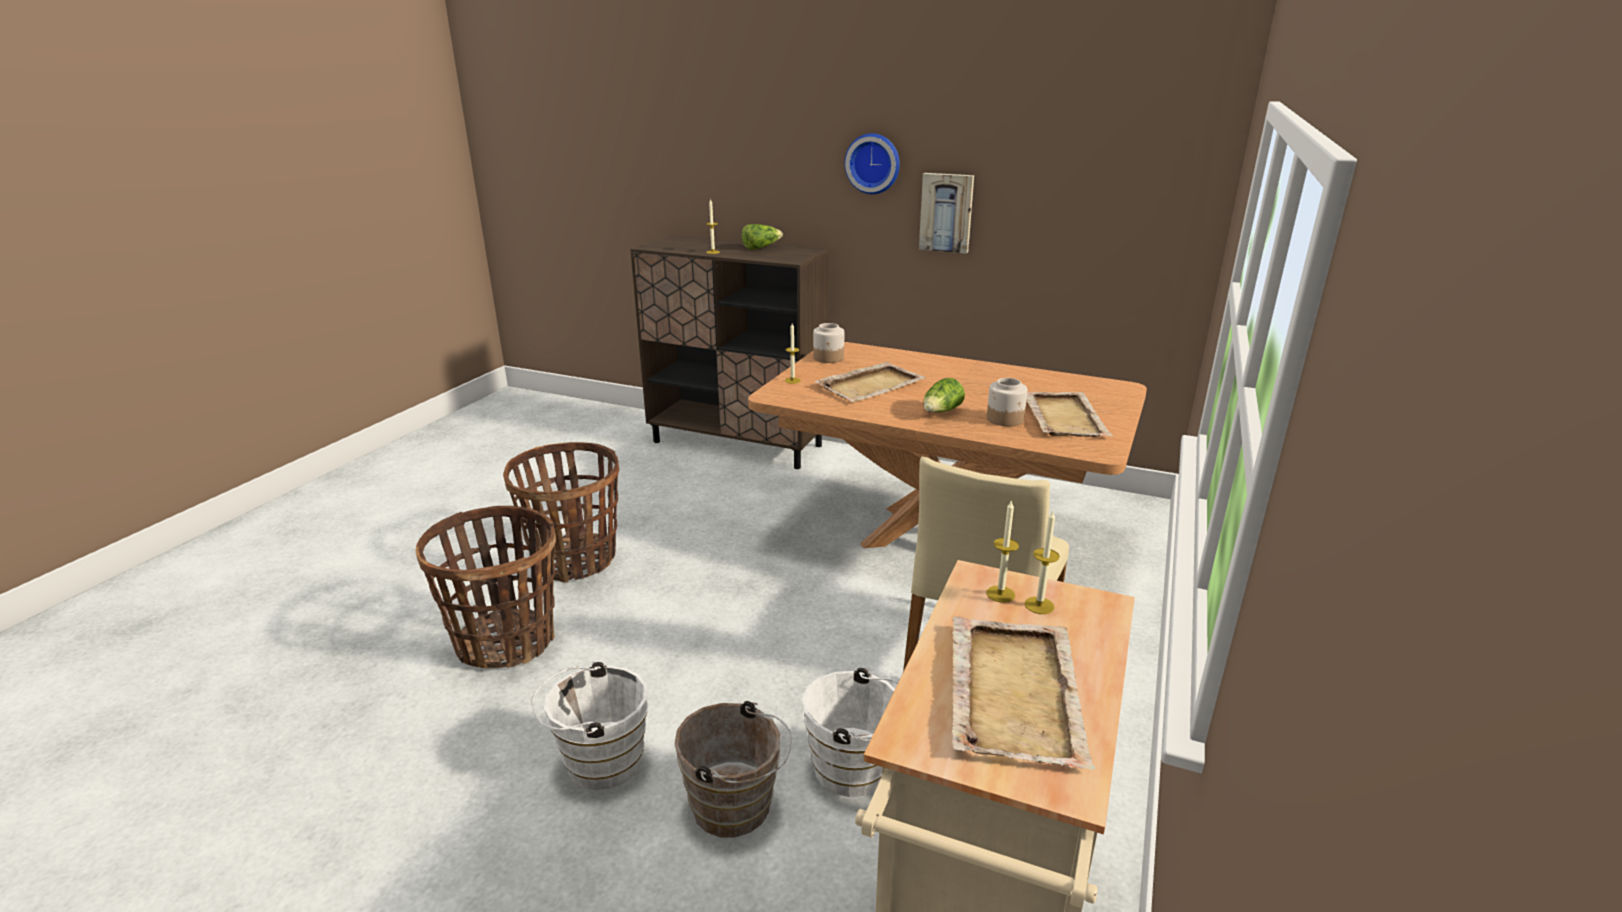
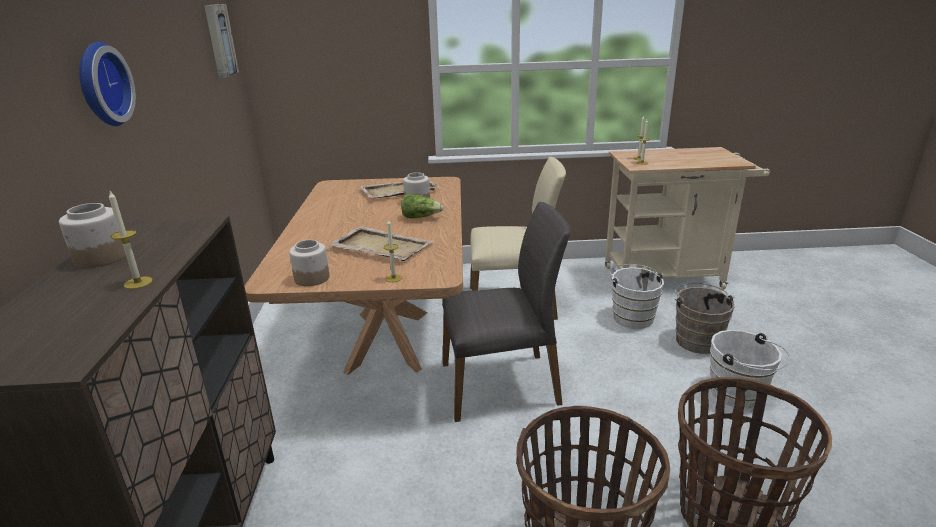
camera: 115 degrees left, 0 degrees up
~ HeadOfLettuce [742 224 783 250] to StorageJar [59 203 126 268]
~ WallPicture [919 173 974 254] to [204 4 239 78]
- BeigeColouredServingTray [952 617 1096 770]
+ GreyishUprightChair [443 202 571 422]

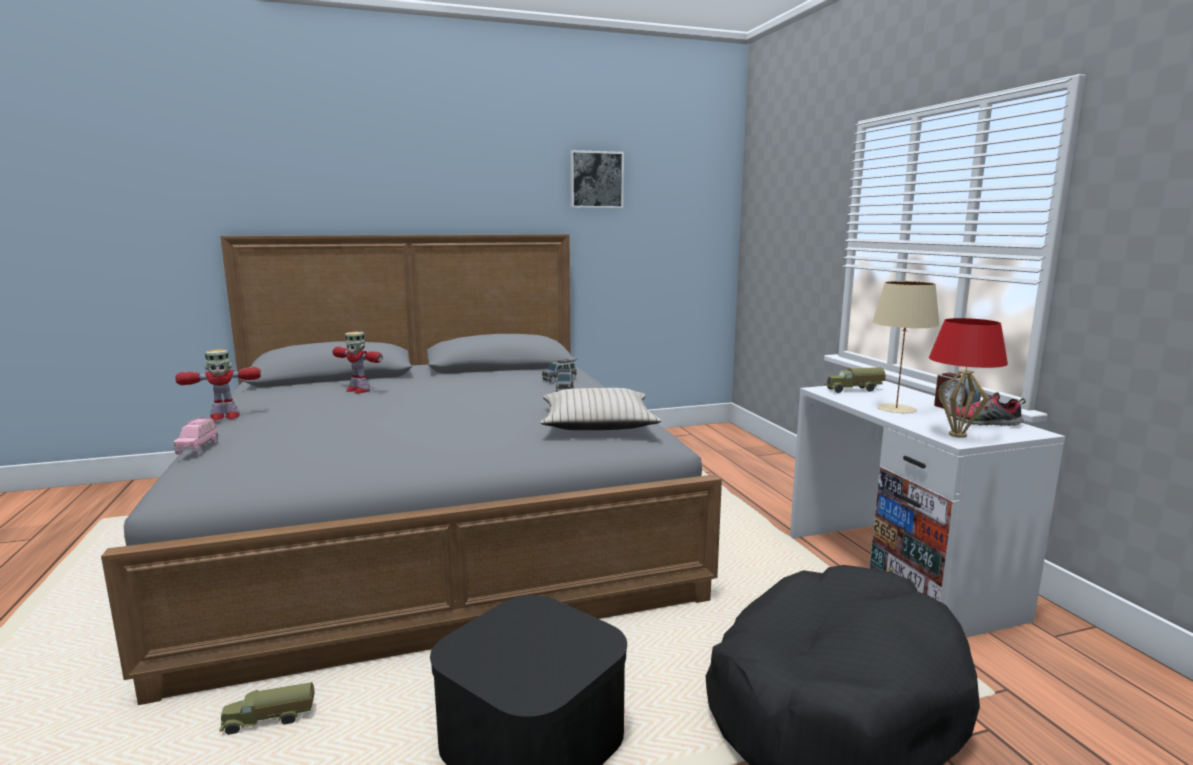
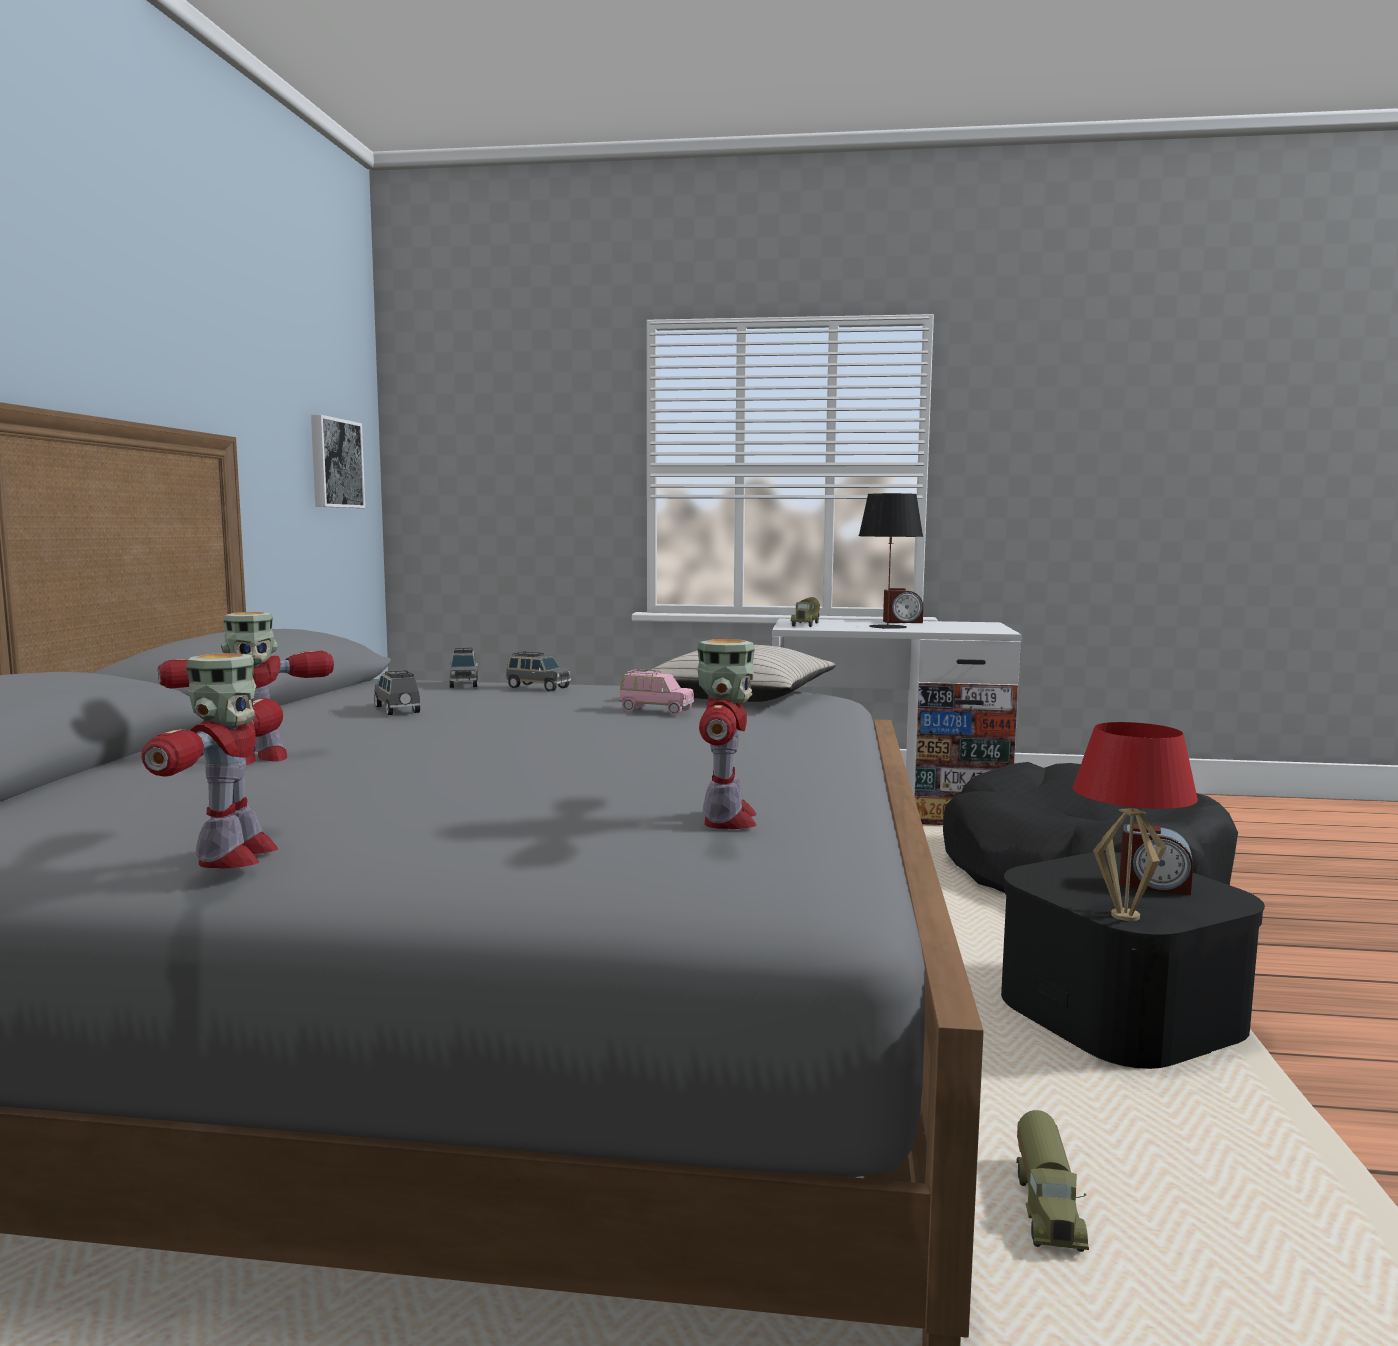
camera: 65 degrees left, 5 degrees down
~ PinkishMiniatureCar [174 417 218 455] to [619 669 694 715]
~ WallPicture [570 150 624 208] to [311 415 365 508]
~ BeigeColouredLampForATable [872 281 940 414] to BlackLampForATable [859 493 923 629]
~ RedColouredLampForATable [929 318 1008 438] to [1073 722 1198 921]
- ItemOfFootwear [949 392 1026 426]
+ GreyishMiniatureCar [374 670 420 715]
+ RobotFigure [698 639 757 829]
+ AlarmClock [1119 824 1193 896]

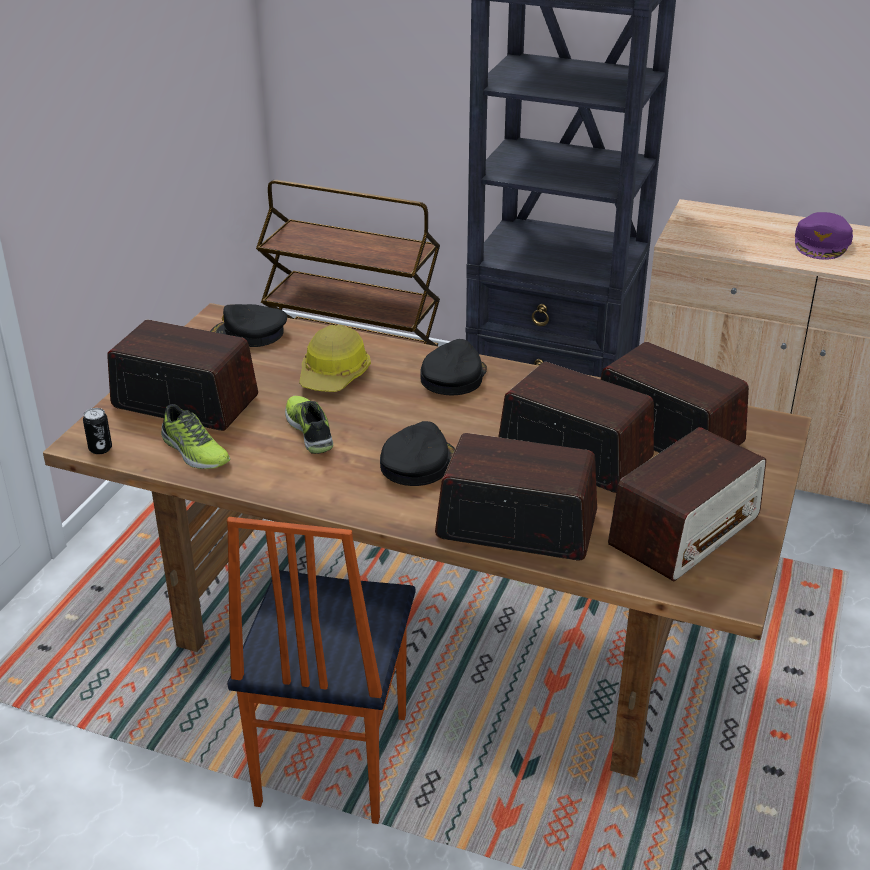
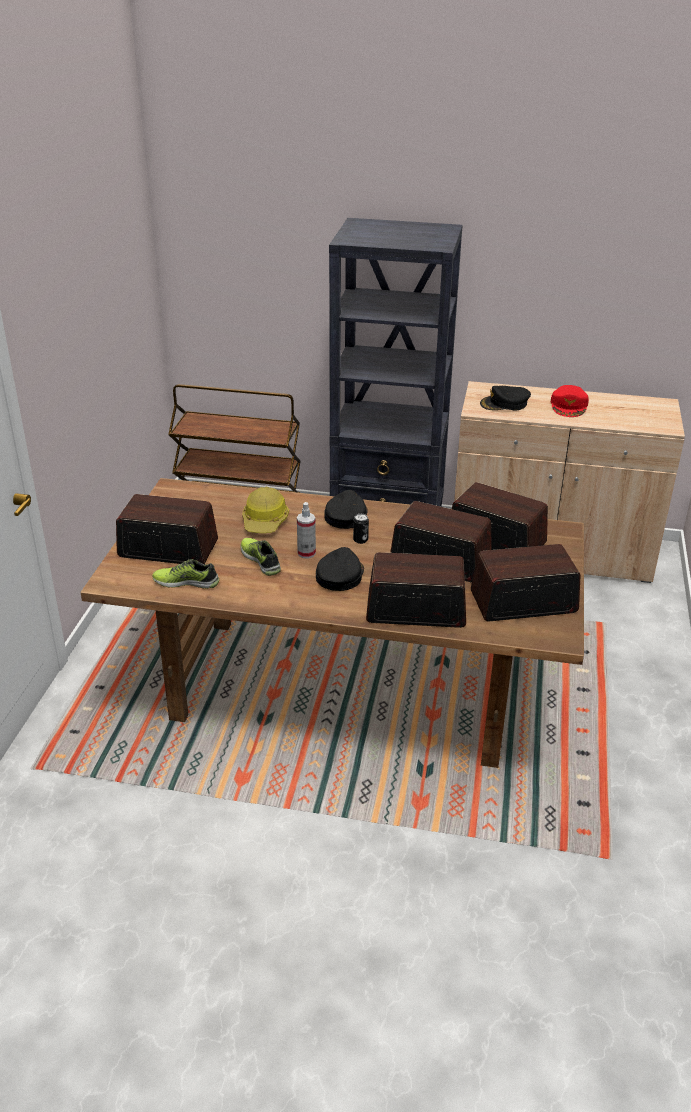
camera: 10 degrees left, 0 degrees up
~ SealedCan [83 408 112 454] to [353 514 369 544]
~ ItemOfFootwear [161 404 230 469] = [152 559 219 589] 150 degrees clockwise
~ BlackCap [210 304 287 347] to [480 386 531 410]
- UprightChair [227 517 415 824]
~ RadioSet [608 427 766 582] = [471 544 580 622] 135 degrees counterclockwise
~ PurpleColouredCap [795 212 853 260] to RedColouredCap [551 385 589 417]
+ HandSprayer [297 502 316 558]

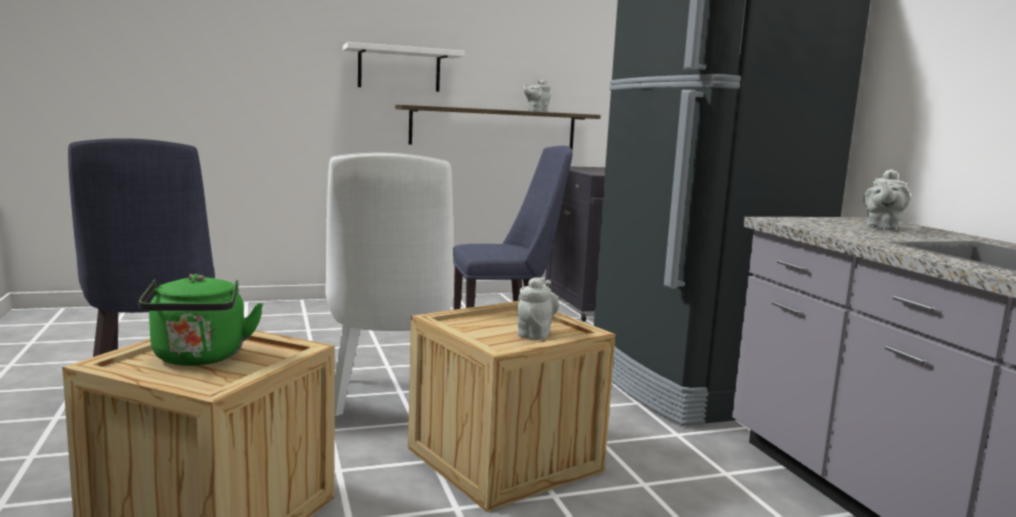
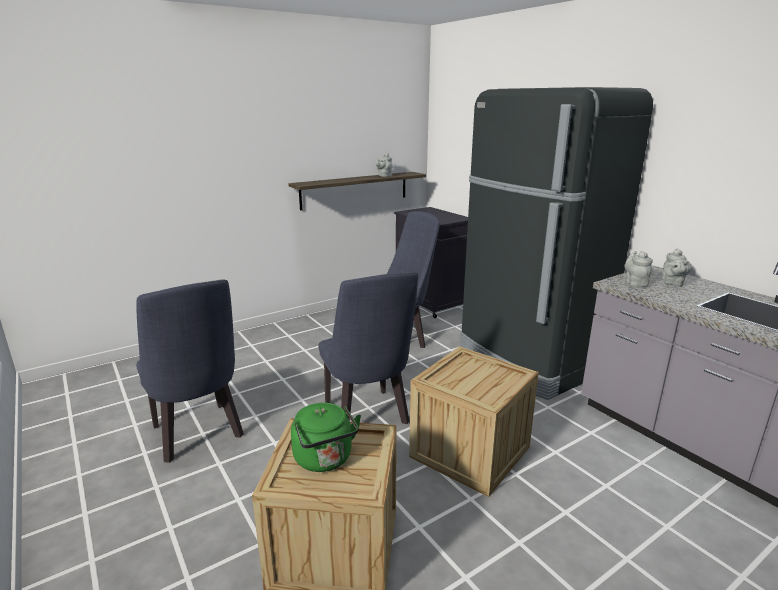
camera: 15 degrees left, 10 degrees up
~ WhitishUprightChair [325 153 454 416] to BluishUprightChair [318 272 418 424]
- WhitishShelf [343 42 465 92]
~ GreyishTeaPot [517 277 559 340] to [624 251 653 287]

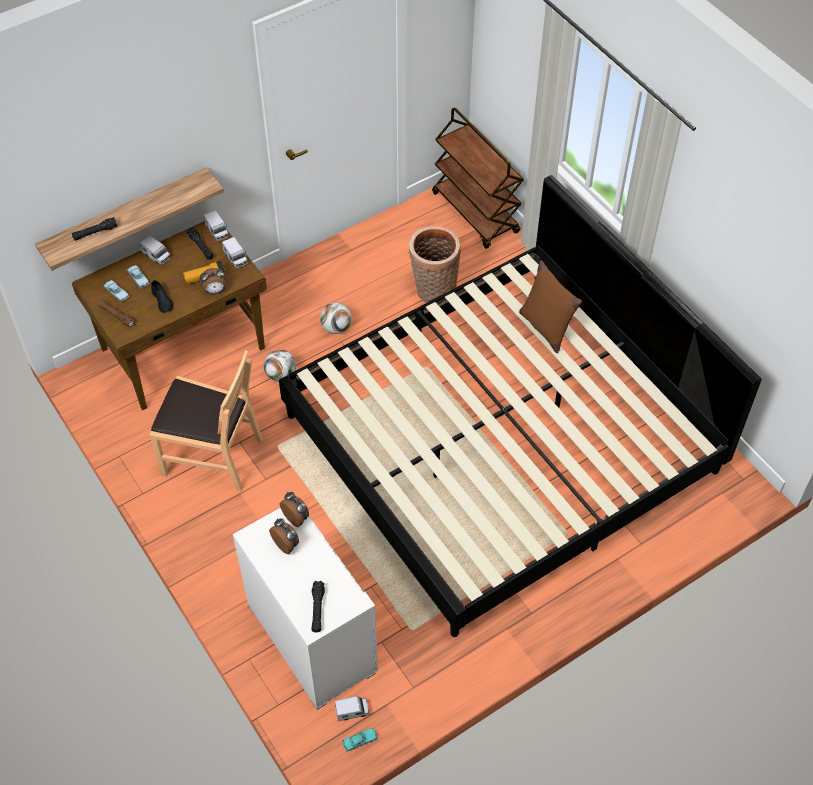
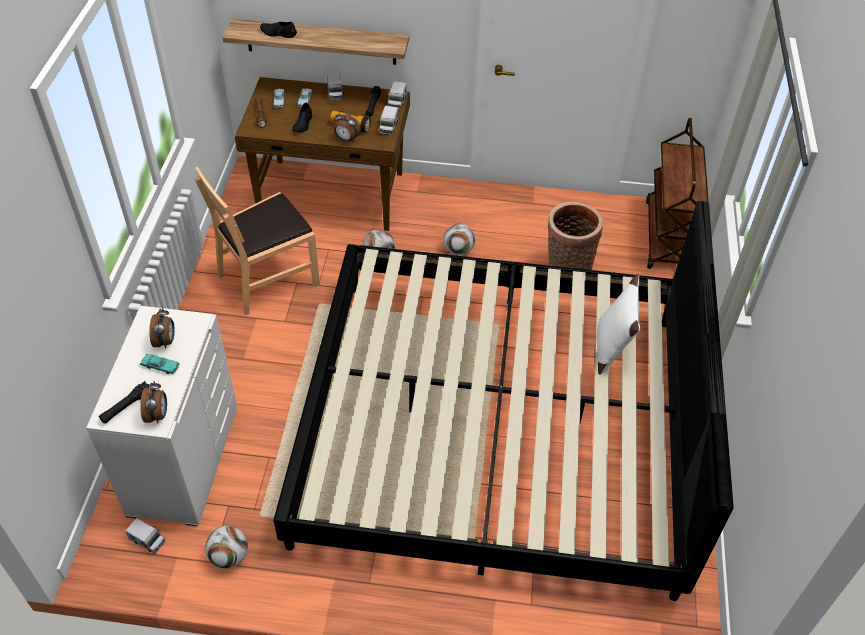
camera: 40 degrees right, 5 degrees down
~ BlackTorch [72 217 117 241] to BlackItemOfFootwear [260 22 297 38]
~ BrownColouredUprightChair [150 350 263 491] = [195 166 320 315] 90 degrees clockwise
~ AlarmClock [280 492 309 527] to [140 381 167 423]
~ TurquoiseColouredMiniatureCar [342 728 378 752] to [140 354 180 374]
~ BrownColouredThrowPillow [519 260 582 353] to WhitishThrowPillow [597 274 641 375]
+ BallForFootball [205 526 248 569]

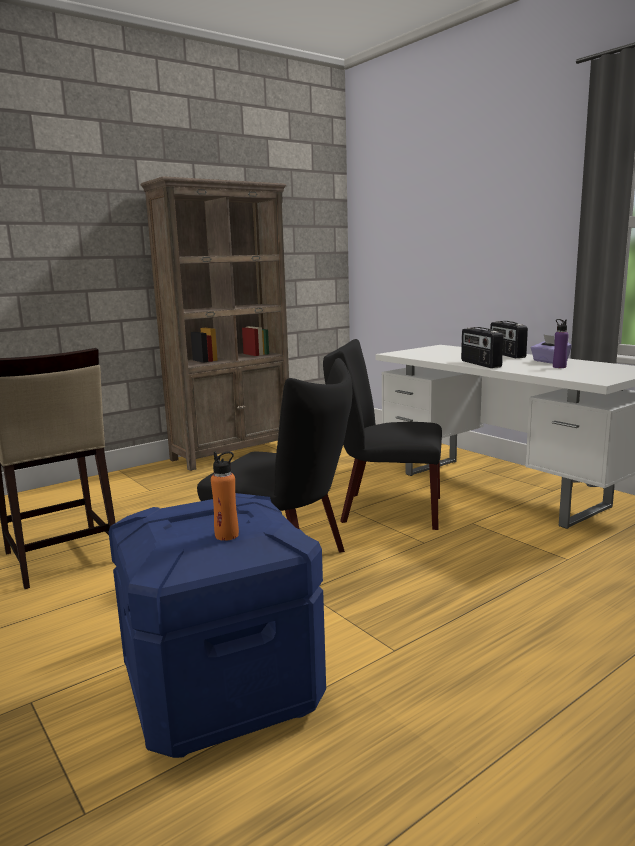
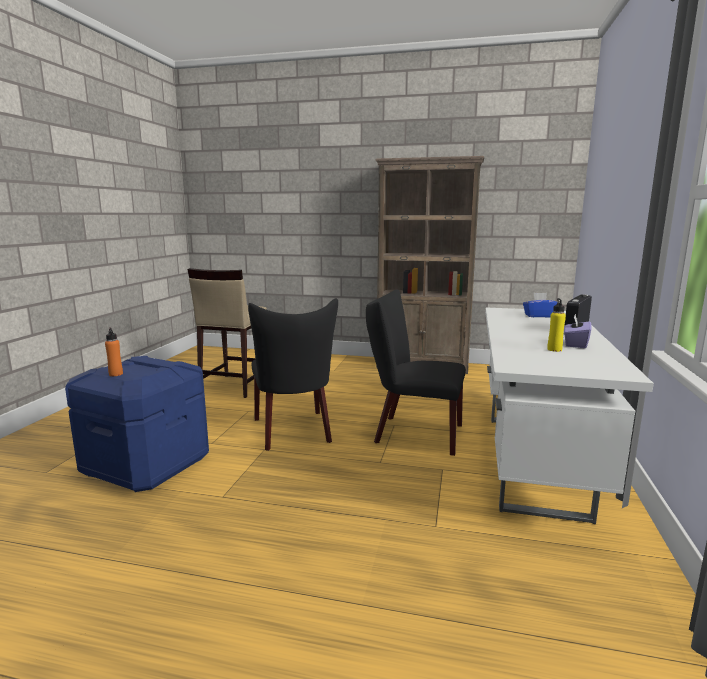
camera: 50 degrees right, 0 degrees up
~ BlackUprightChair [323 339 442 530] = [366 289 466 456] 45 degrees counterclockwise
- RadioSet [461 327 503 368]
~ PurpleColouredBottle [553 319 569 368] to YellowColouredBottle [547 298 566 352]
+ BluishTissueBox [523 293 557 317]

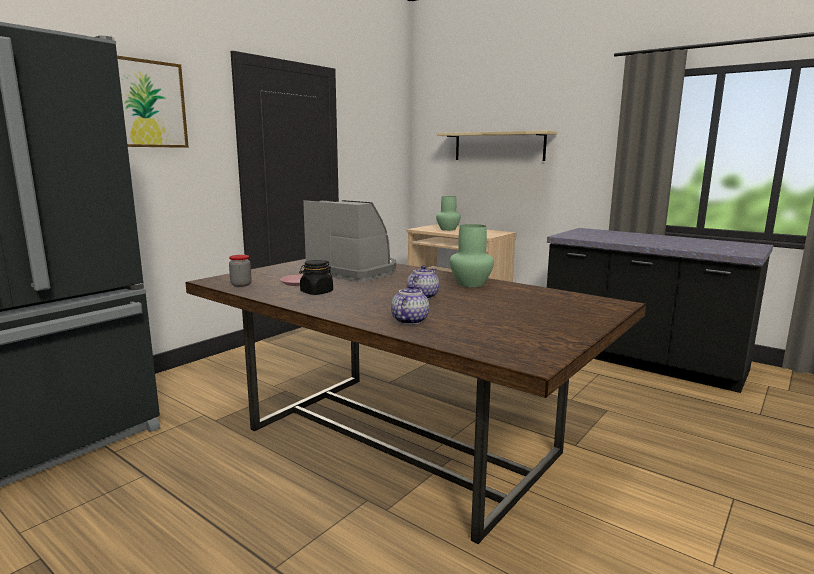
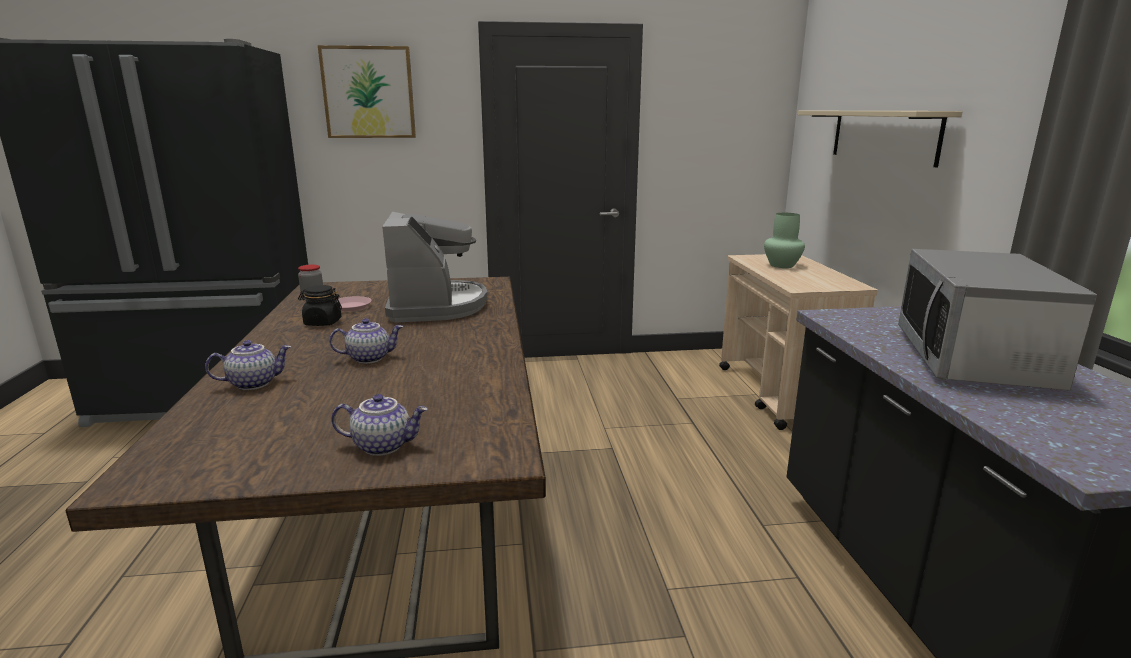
camera: 45 degrees right, 5 degrees up
- GreenishVase [449 224 494 287]
+ TeaPot [331 394 428 456]
+ MicrowaveOven [898 249 1097 390]

